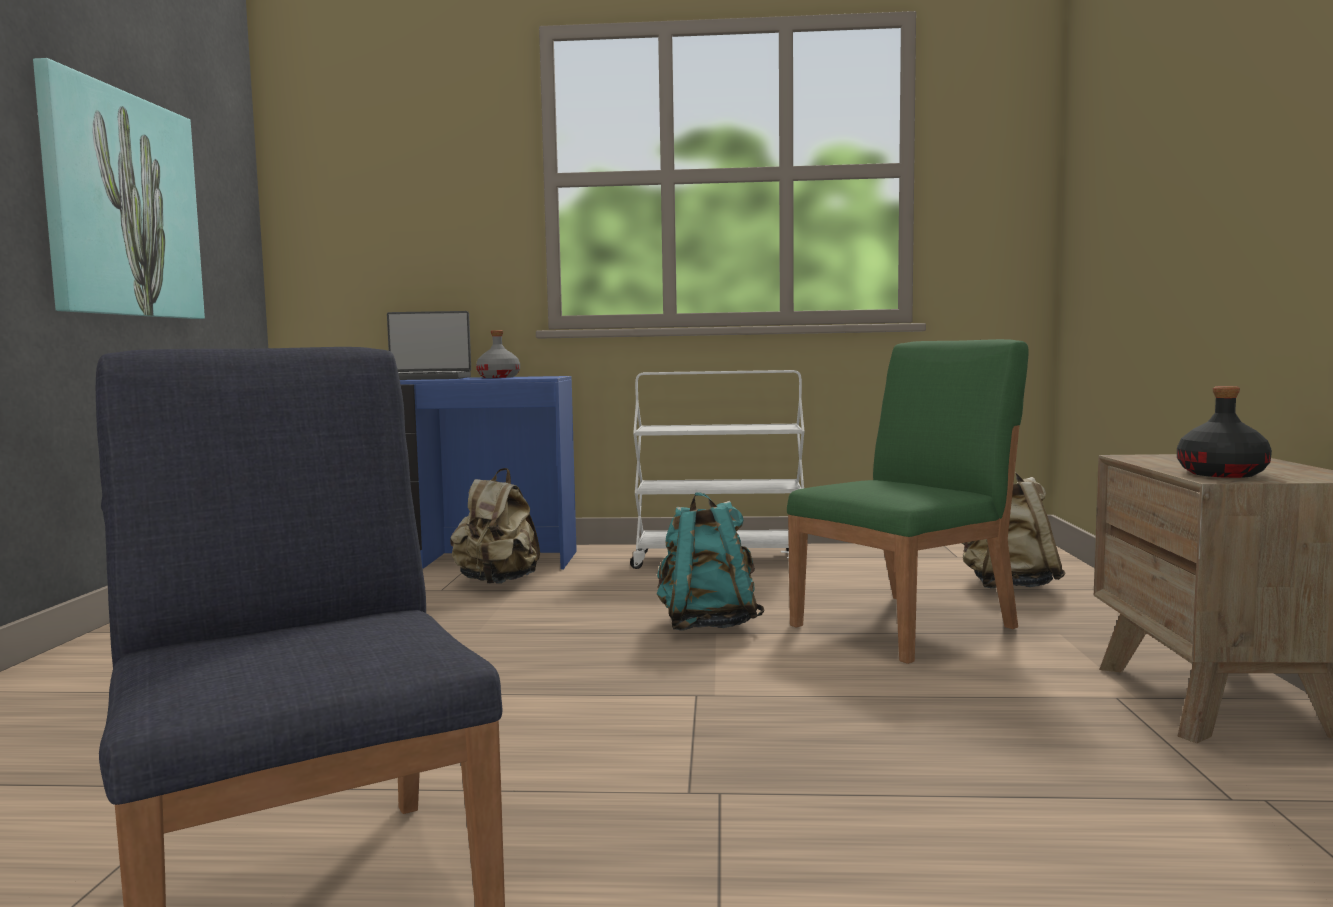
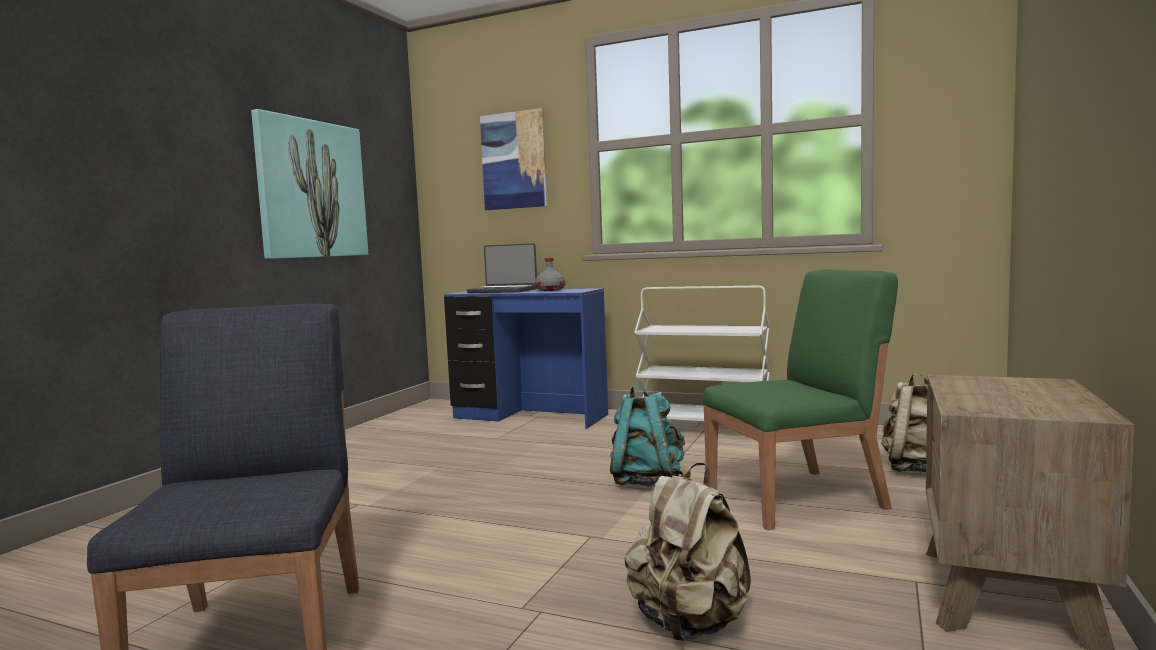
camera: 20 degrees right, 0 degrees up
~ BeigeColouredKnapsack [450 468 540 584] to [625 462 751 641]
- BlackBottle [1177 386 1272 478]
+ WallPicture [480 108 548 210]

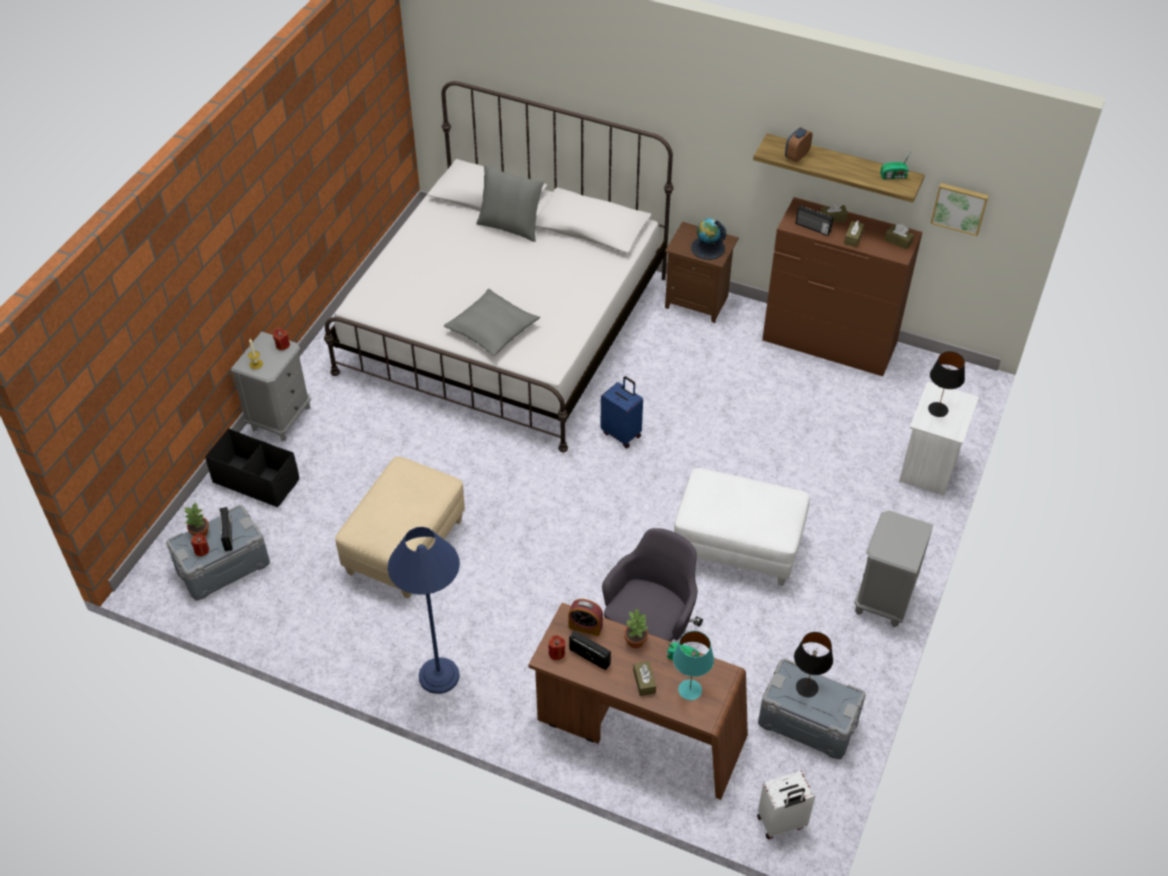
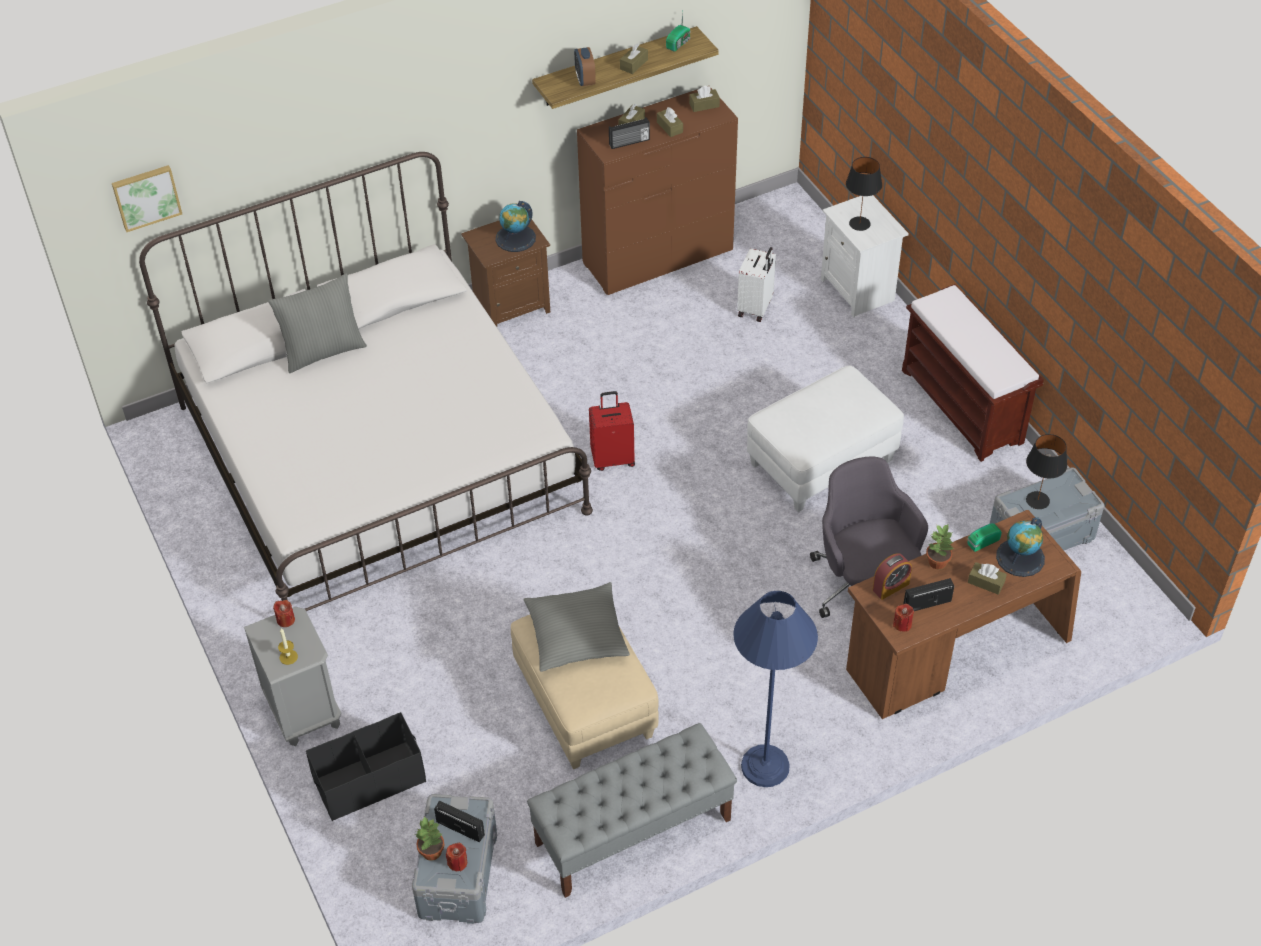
camera: 50 degrees left, 0 degrees up
~ GreyishThrowPillow [444 289 540 356] to [524 582 630 672]
~ BluishTravelCase [600 376 643 448] to RedColouredTravelCase [589 391 635 471]
~ TurquoiseColouredLampForATable [673 631 714 700] to Globe [996 517 1045 577]
~ WhitishTravelCase [757 771 815 840] to [737 247 776 322]
~ GreyishNightTable [854 510 933 627] to BrownColouredIndoorBench [902 284 1044 462]
~ WallPicture [930 183 989 236] to [112 165 182 232]
+ GreyishIndoorBench [527 723 737 898]
+ BrownColouredTissueBox [620 44 648 74]

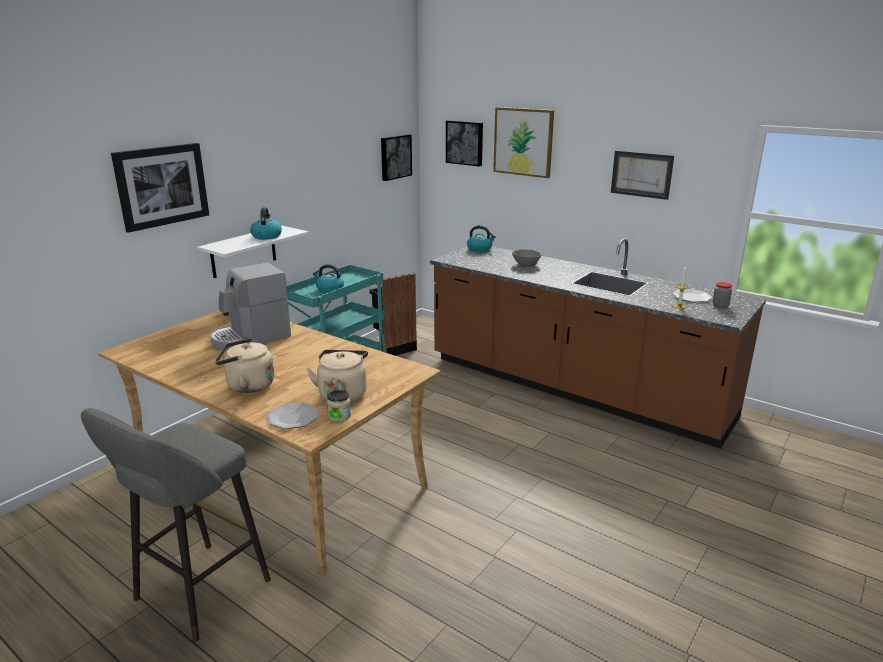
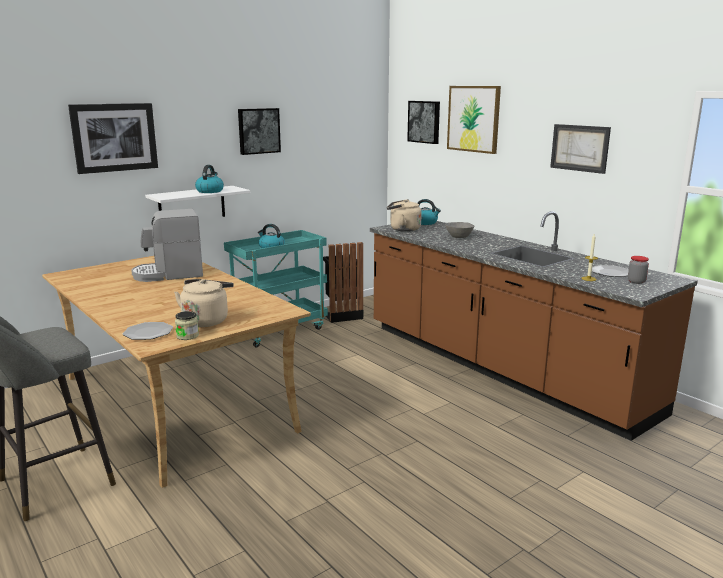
camera: 15 degrees right, 5 degrees down
~ BeigeColouredKettle [215 338 274 393] to [387 199 422 232]
~ WallPicture [381 134 412 181] to [238 108 281 155]

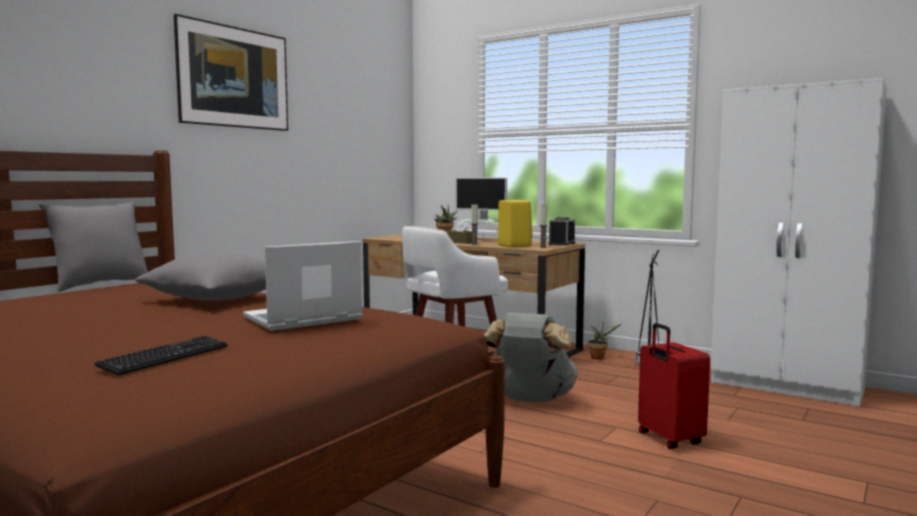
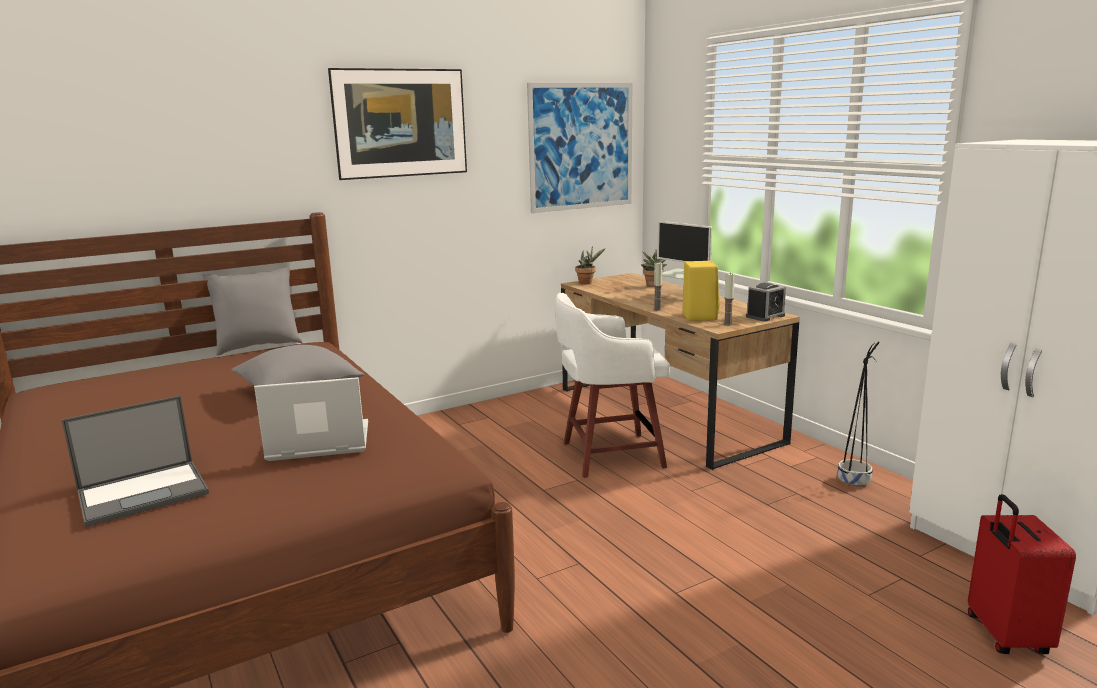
camera: 25 degrees right, 10 degrees up
~ Keyboard [94 335 228 375] to NotebookComputer [62 396 209 527]
- BrownColouredTissueBox [447 220 472 244]
- GreyishKnapsack [484 312 578 402]
~ Houseplant [588 321 622 360] to [575 246 605 284]
~ RedColouredTravelCase [638 323 710 449] to [968 494 1076 654]
+ WallPicture [527 83 632 213]

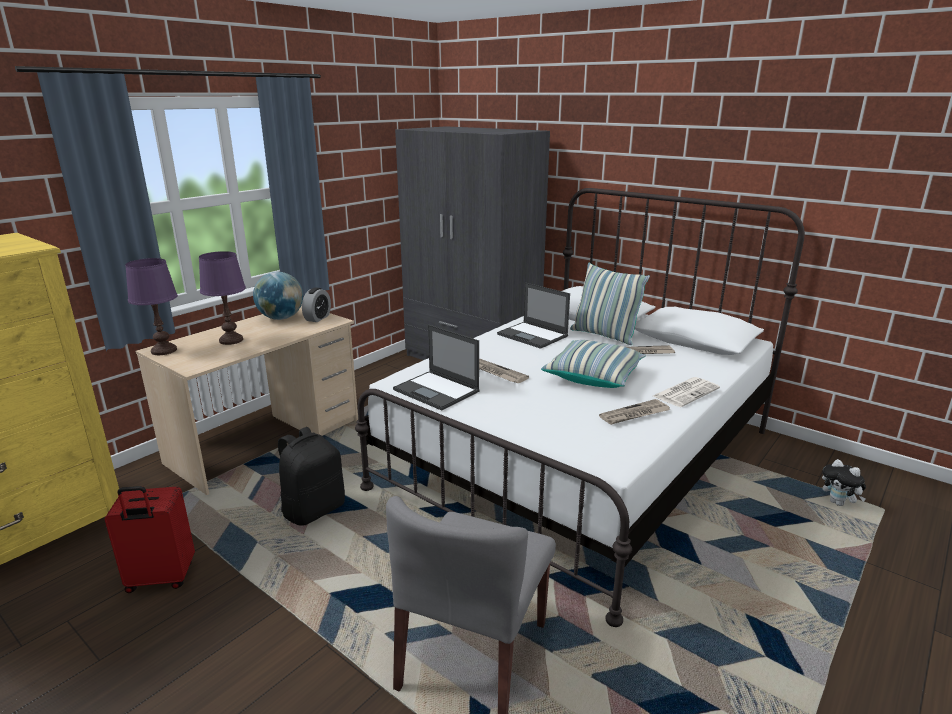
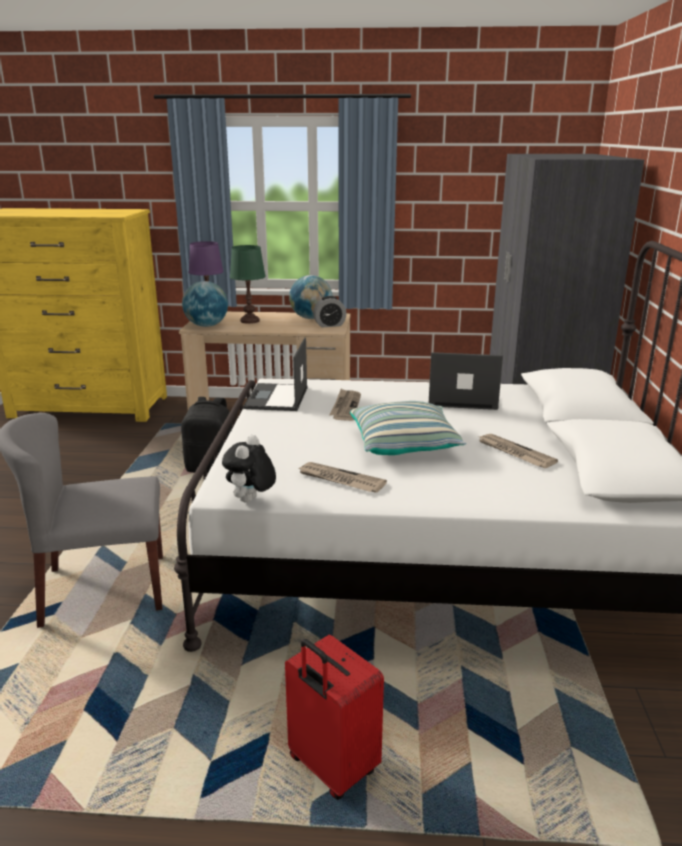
camera: 55 degrees right, 0 degrees up
~ RedColouredTravelCase [104 486 195 593] to [285 635 384 800]
~ PurpleColouredLampForATable [199 251 246 345] to GreenishLampForATable [230 245 266 324]
~ NotebookComputer [497 283 570 349] = [429 352 503 410] 90 degrees clockwise
- ThrowPillow [570 262 650 345]
- Newspaper [653 377 720 407]
~ CuddlyToy [822 459 866 506] to [222 435 276 503]
+ Globe [182 281 228 327]

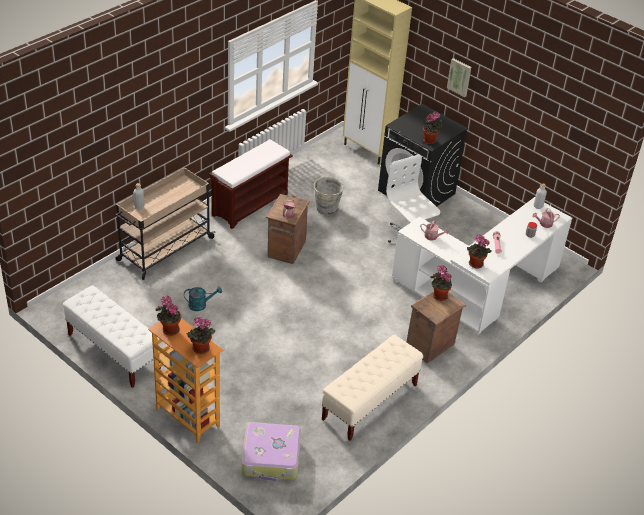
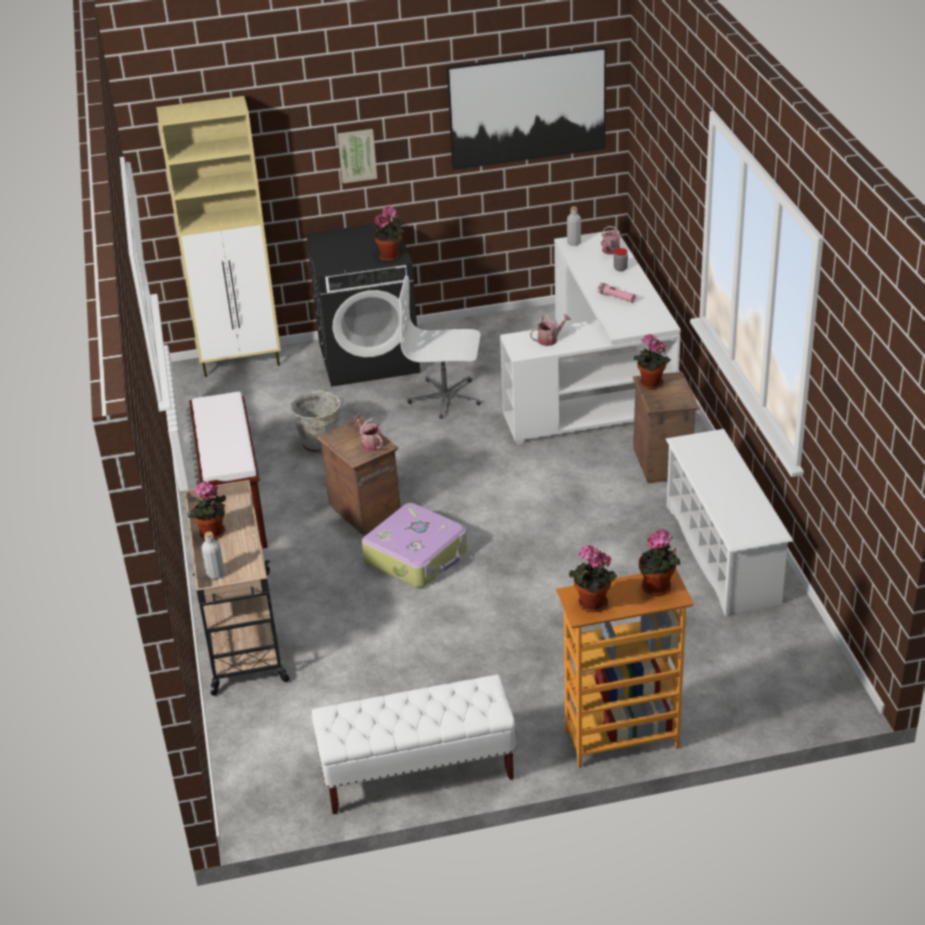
camera: 50 degrees left, 5 degrees down
- TurquoiseColouredWateringCan [184 286 222 311]
~ TravelCase [242 422 301 481] to [362 503 468 588]
~ BeigeColouredIndoorBench [322 335 423 441] to WhitishShoeRack [666 429 793 617]
~ Houseplant [467 235 492 269] to [188 481 226 540]
+ WallPicture [447 46 606 170]

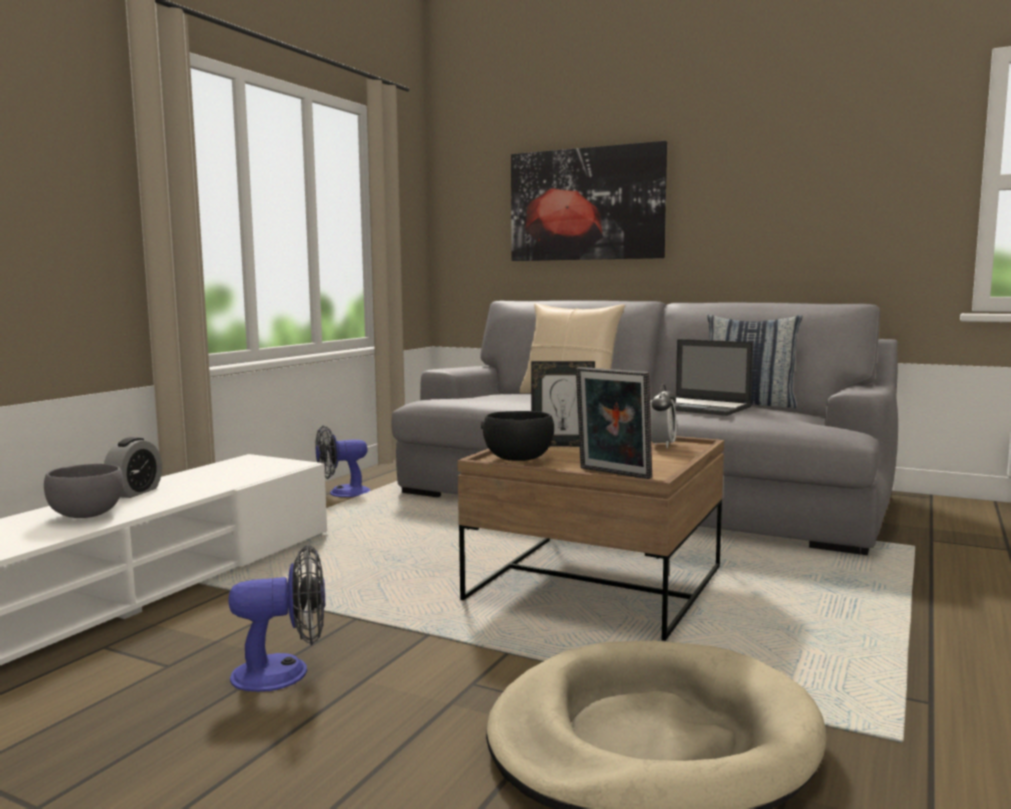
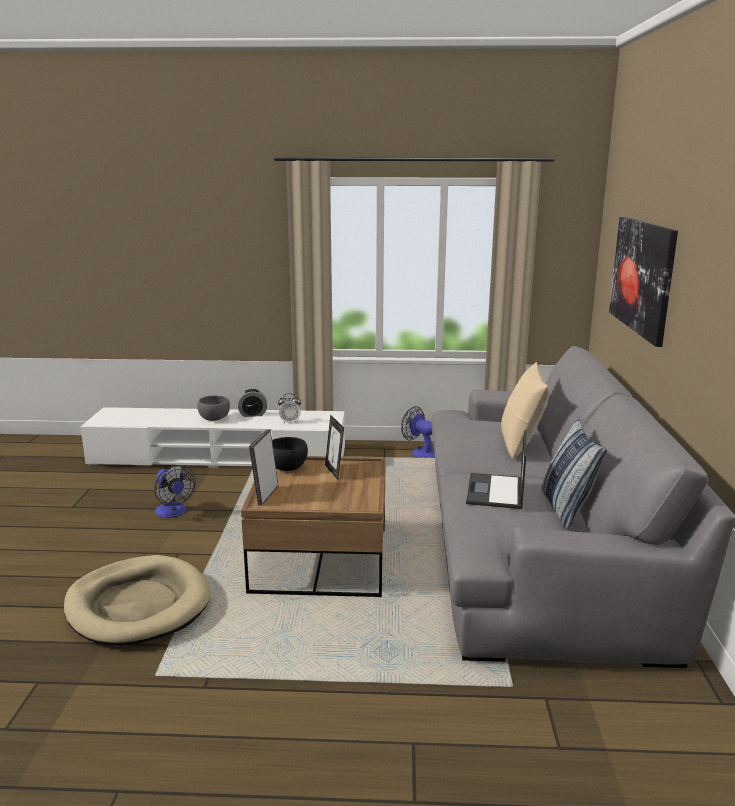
camera: 65 degrees right, 10 degrees up
~ AlarmClock [650 384 677 448] to [278 393 301 424]

